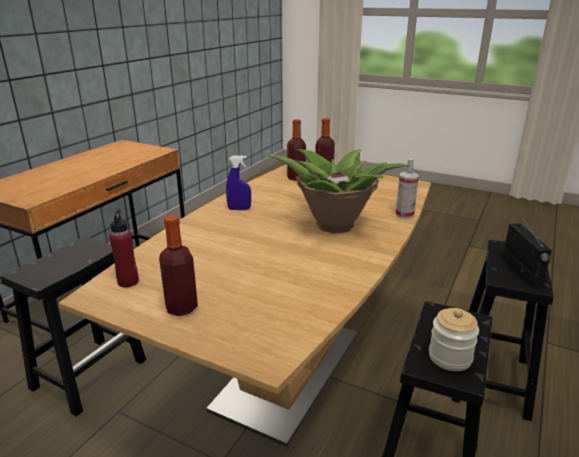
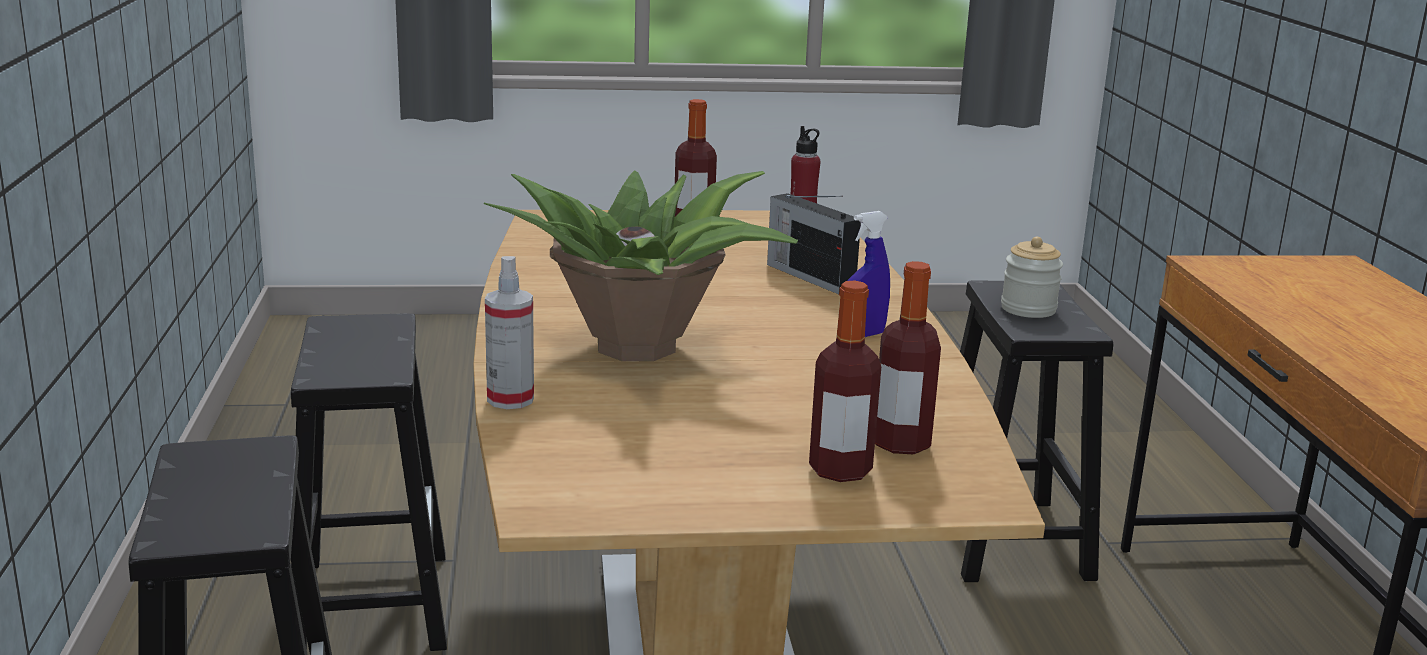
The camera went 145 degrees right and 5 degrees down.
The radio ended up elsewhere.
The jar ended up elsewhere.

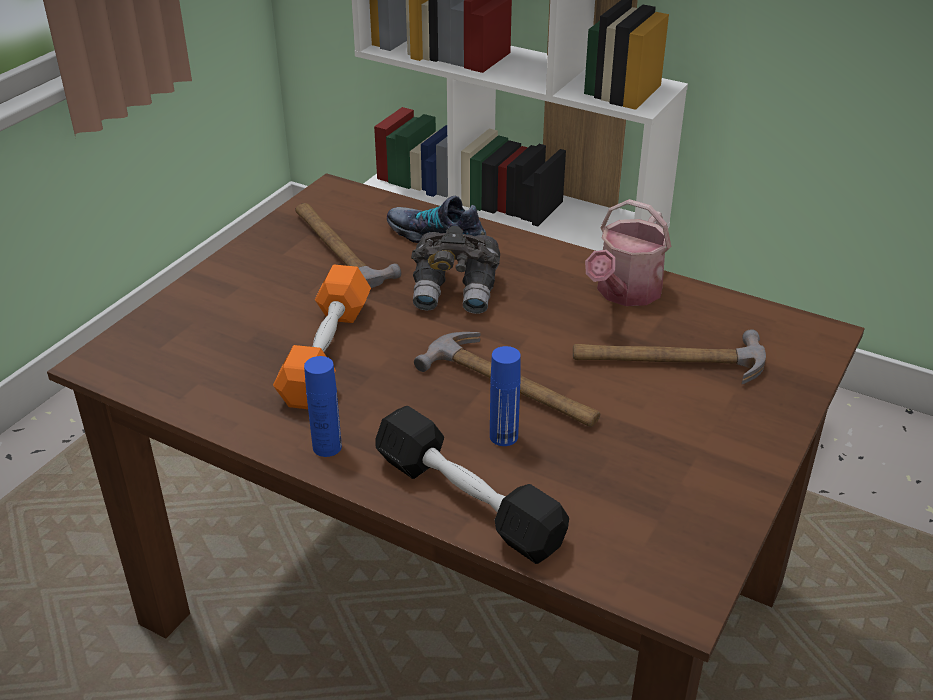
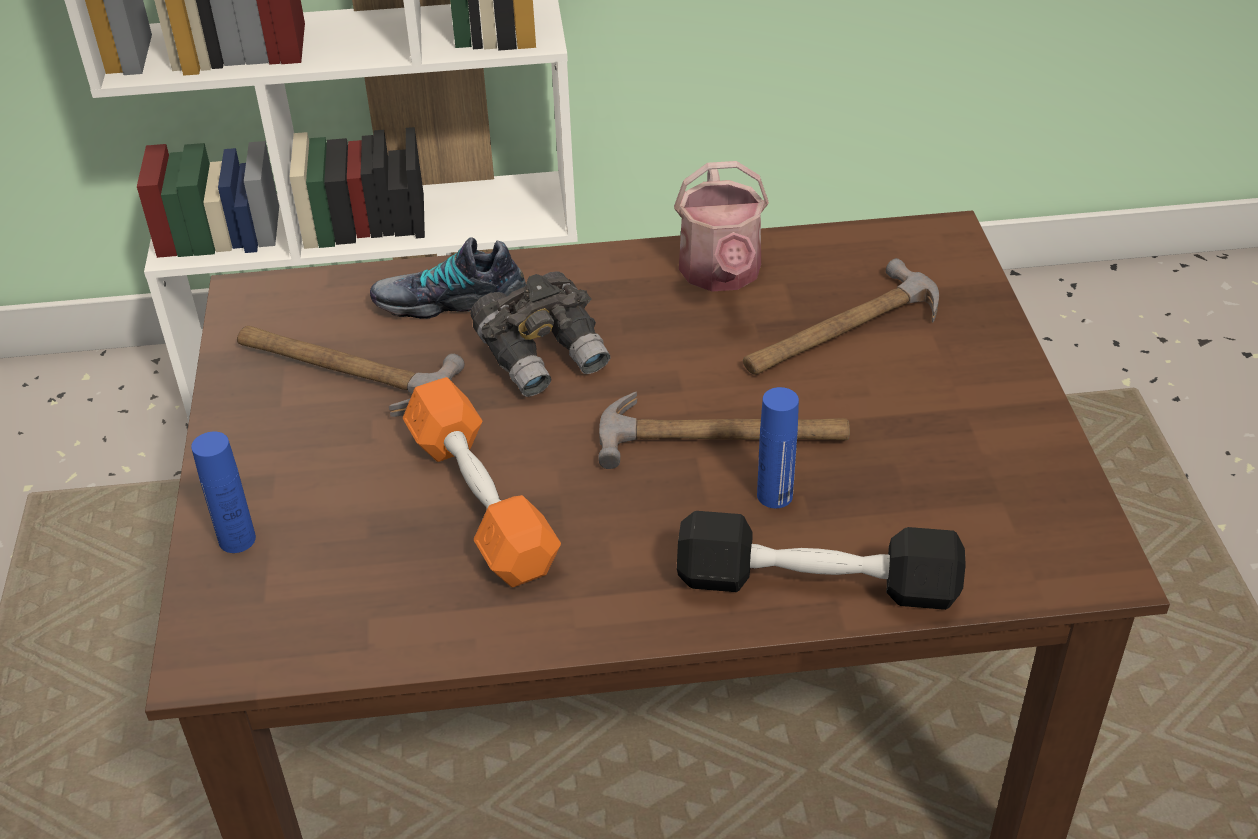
The camera went 35 degrees left and 5 degrees up.
The beverage bottle/blue (no. 1 from left) ended up elsewhere.

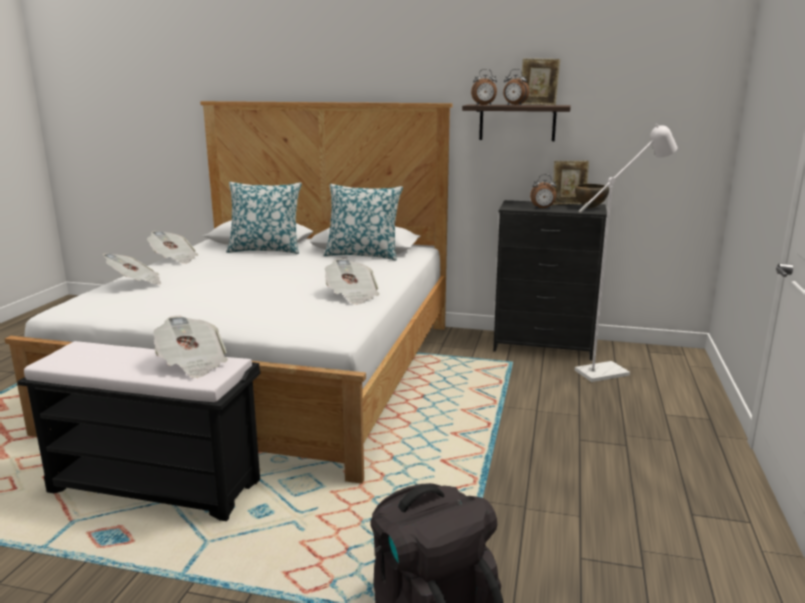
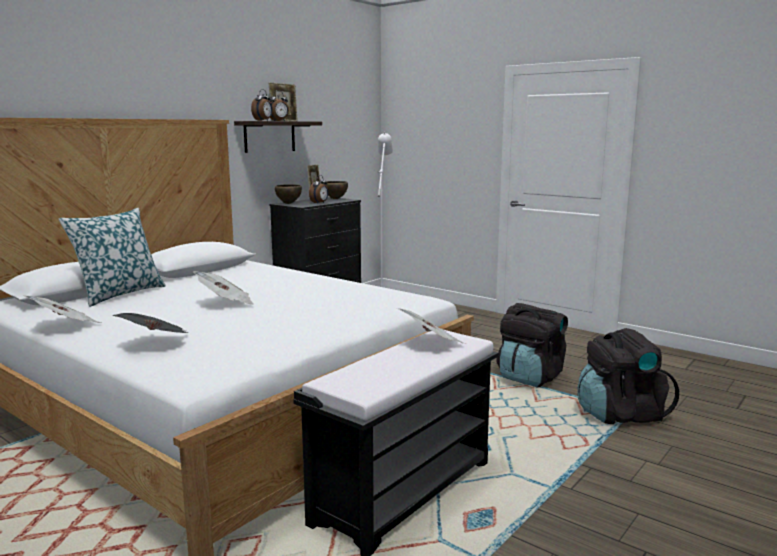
The camera went 65 degrees left and 5 degrees down.
The daily paper (no. 4 from left in the first image) ended up elsewhere.
The second view gained the serving bowl/brown (no. 1 from left).
The second view gained the backpack/black (no. 1 from left).
The second view lost the pillow (no. 2 from left).

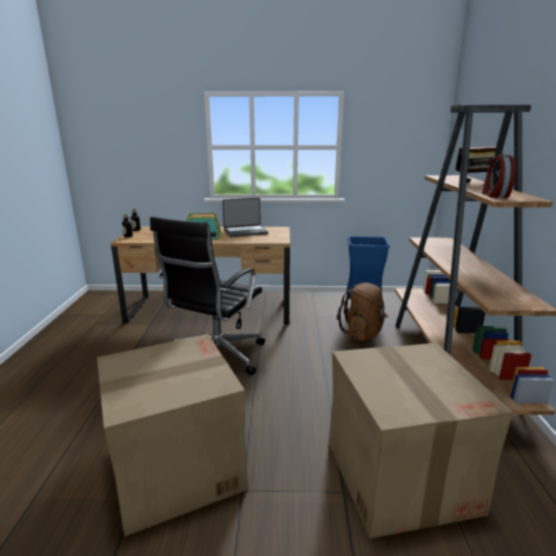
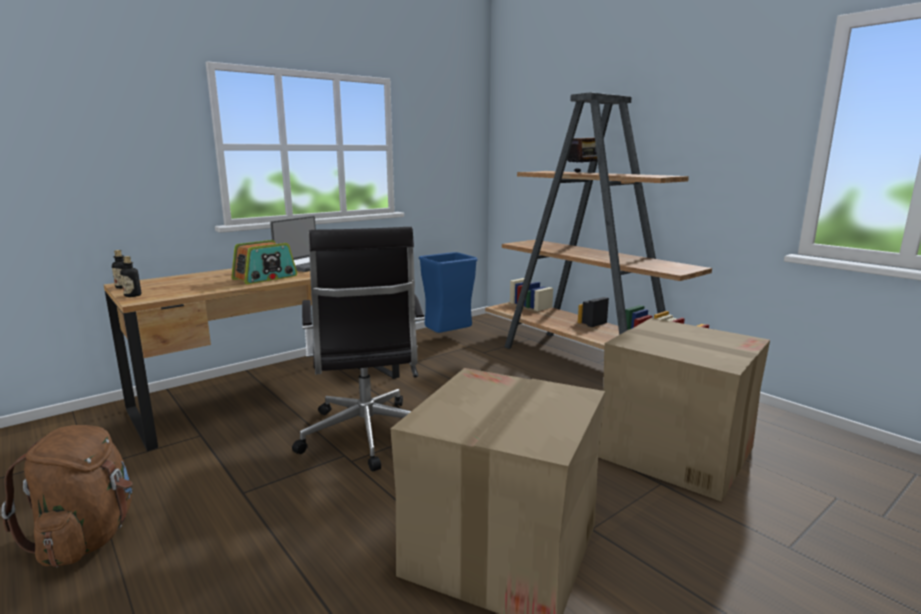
The camera went 40 degrees left and 5 degrees down.
The backpack/brown ended up elsewhere.
The second view lost the bedside clock.

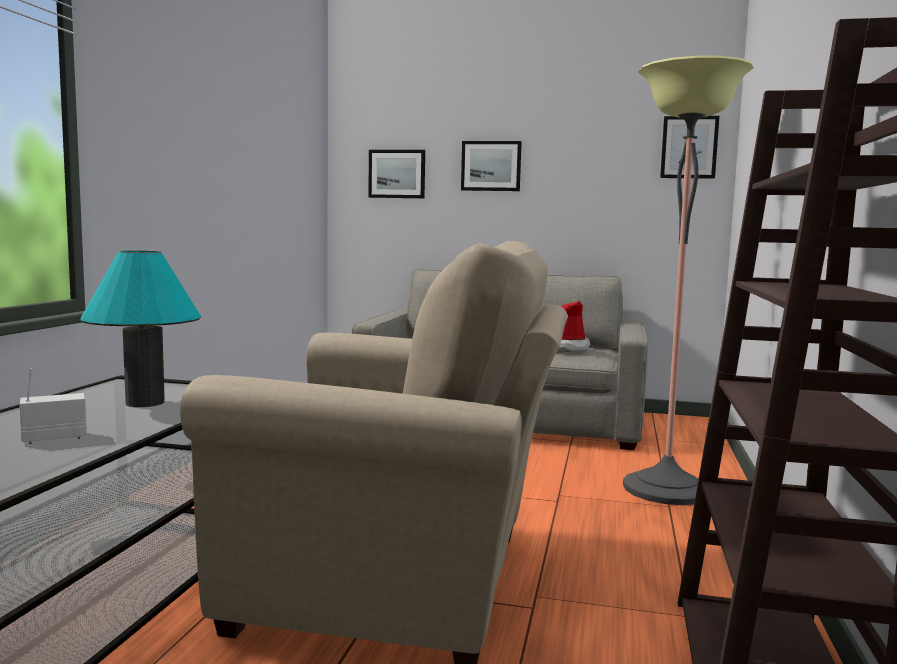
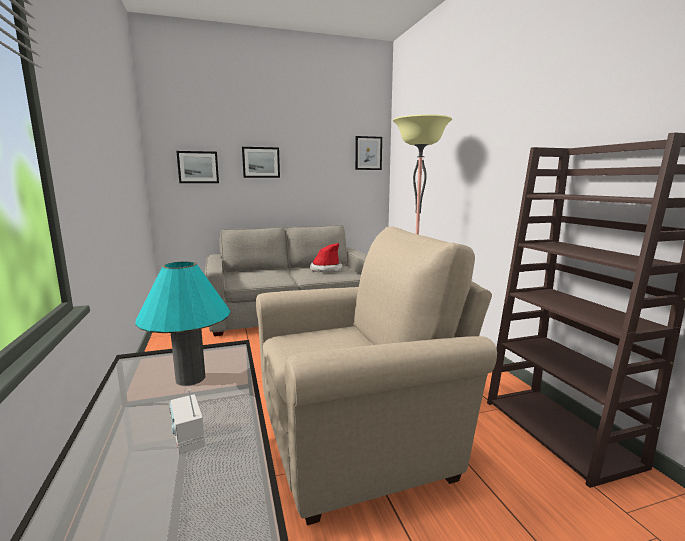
The camera went 30 degrees left and 5 degrees up.
The radio ended up facing another way, 60 degrees counterclockwise from before.

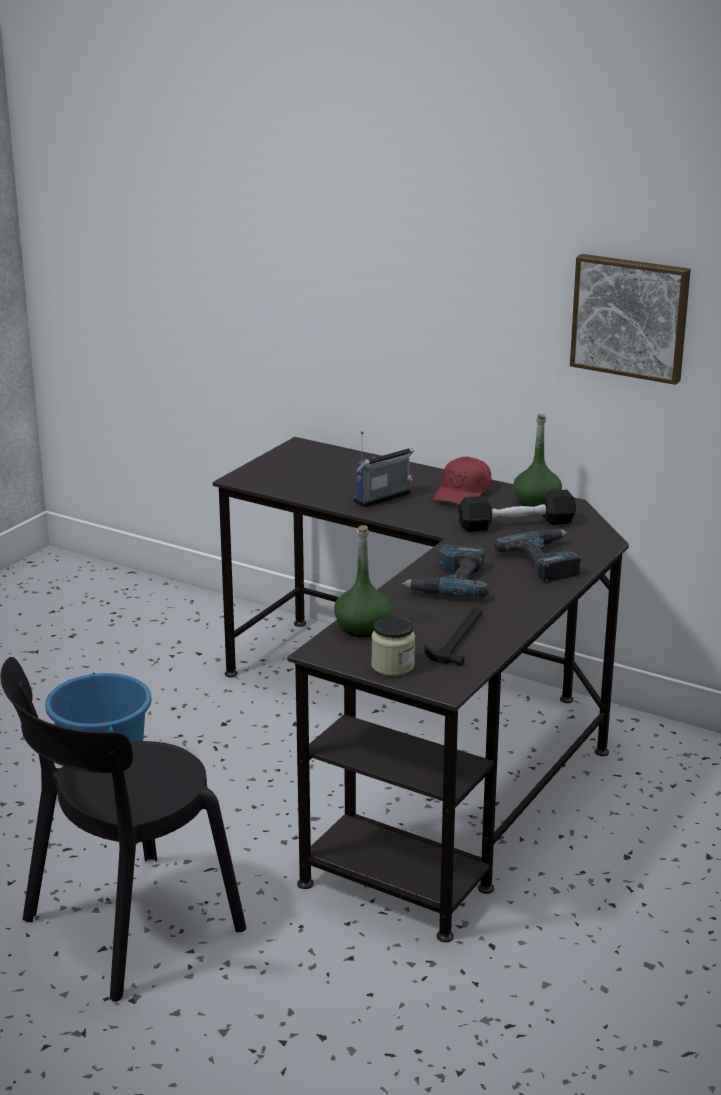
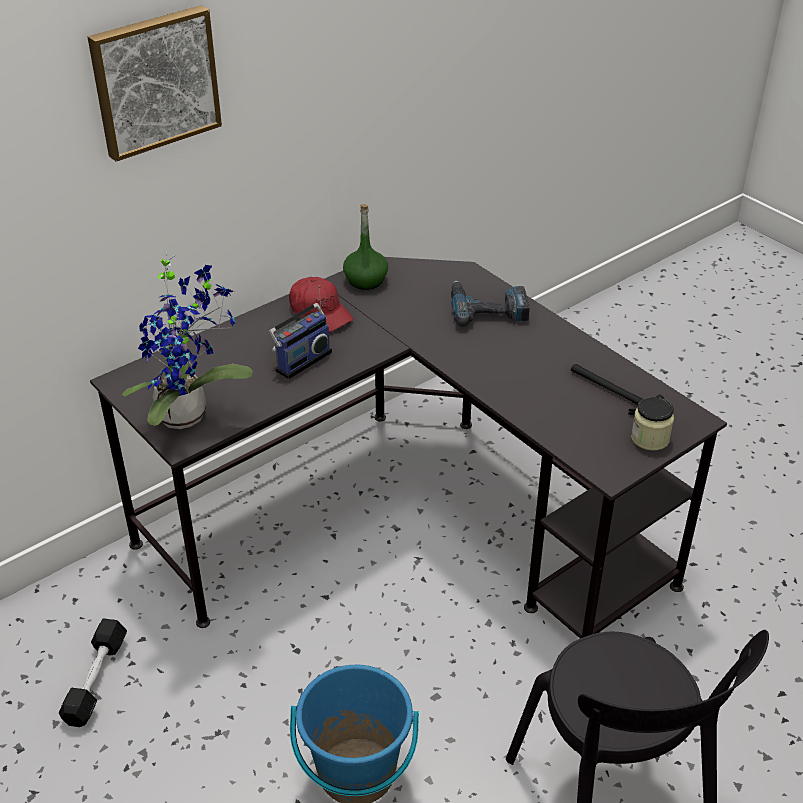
The camera went 70 degrees left and 15 degrees up.
The hand weight/black ended up elsewhere.
The wall art ended up elsewhere.
The second view gained the plant in a pot.
The radio ended up facing another way, 120 degrees counterclockwise from before.
The second view lost the beverage bottle/green-coloured (no. 1 from left).
The second view lost the drill (no. 1 from left).

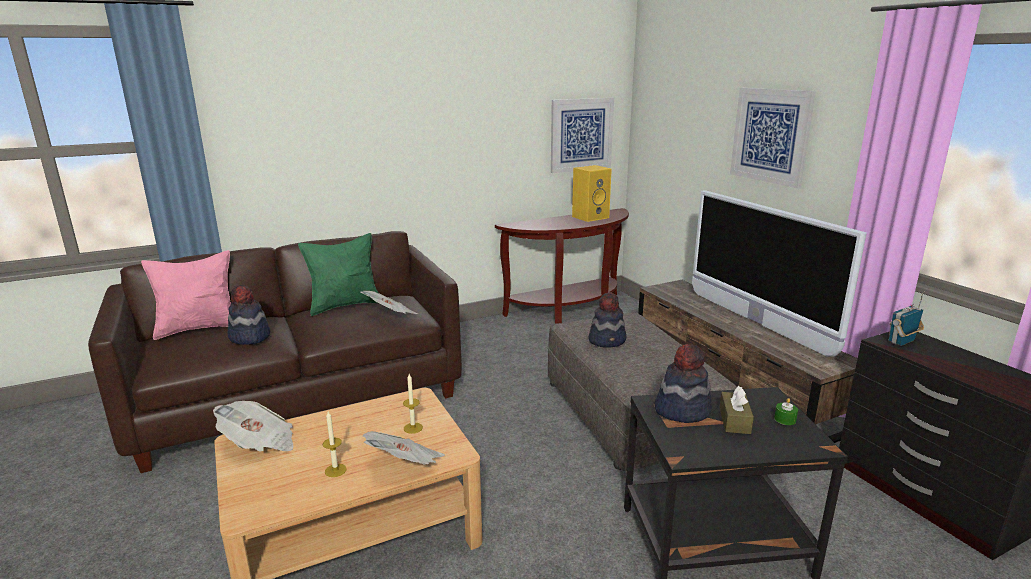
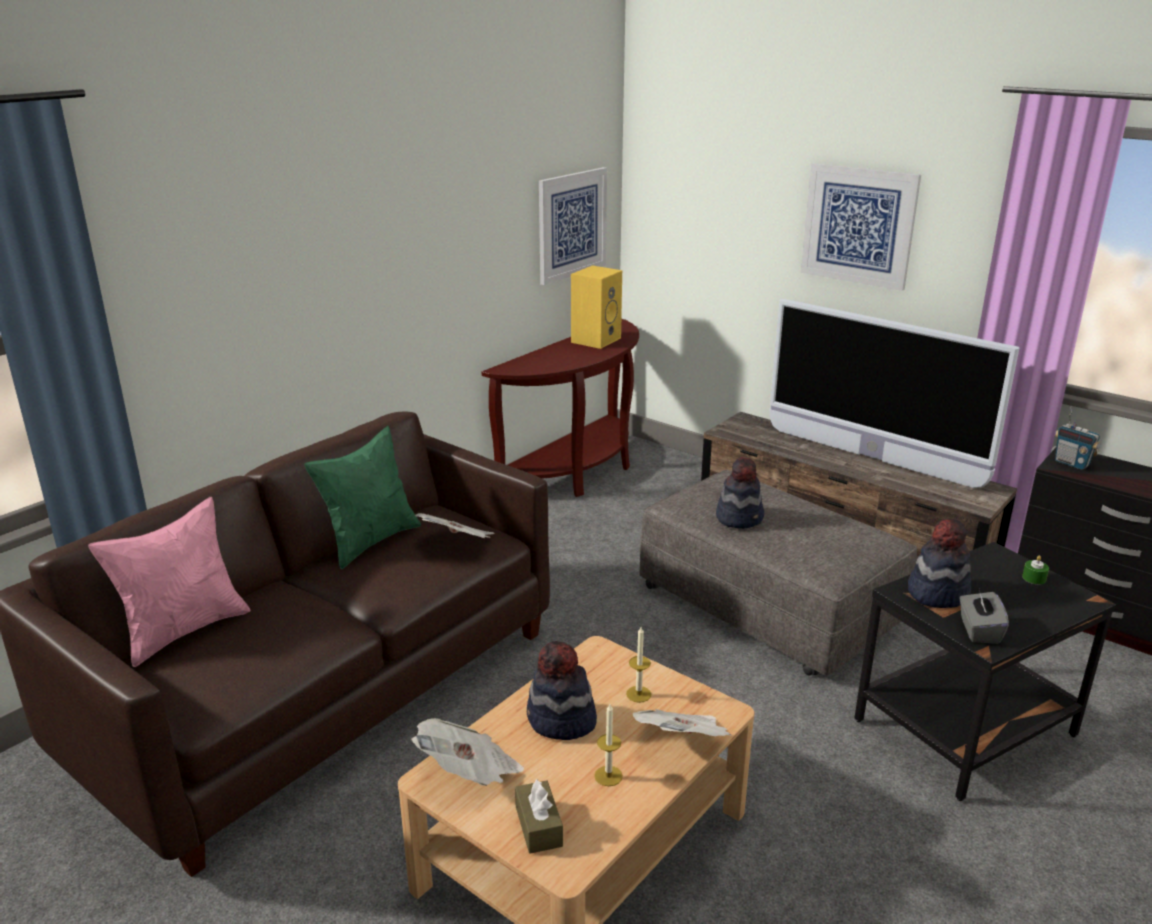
The camera went 25 degrees left and 5 degrees up.
The box of tissues/brown ended up elsewhere.
The clothing hat (no. 1 from left) ended up elsewhere.
The second view gained the box of tissues/greyish.
The radio ended up facing another way, 75 degrees counterclockwise from before.

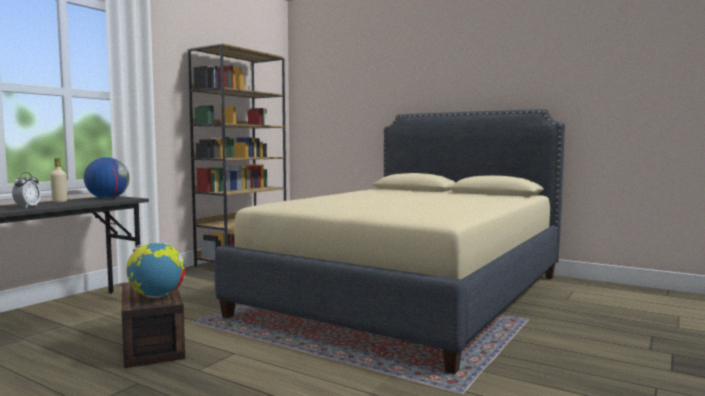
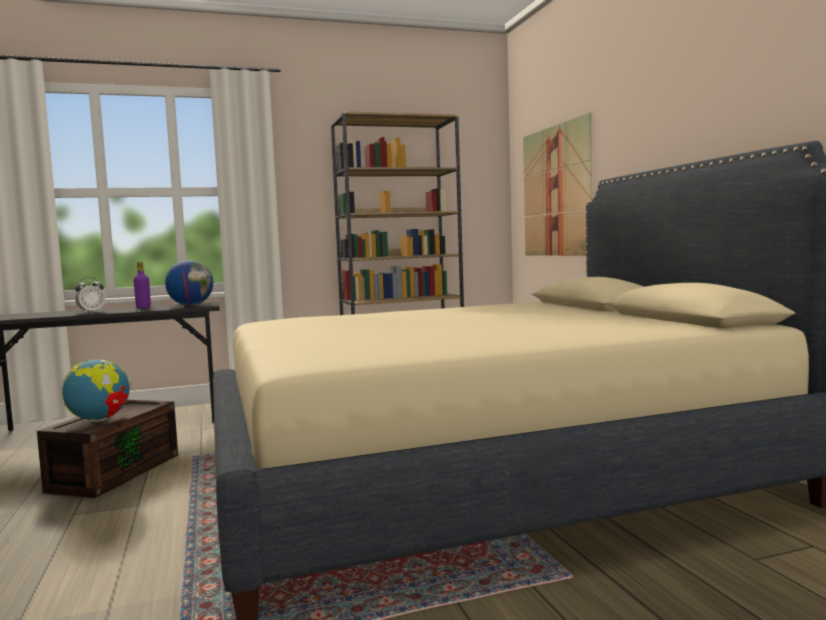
The camera went 40 degrees right and 0 degrees up.
What was the beverage bottle/beige turned into the beverage bottle/purplish.
The second view gained the wall art.

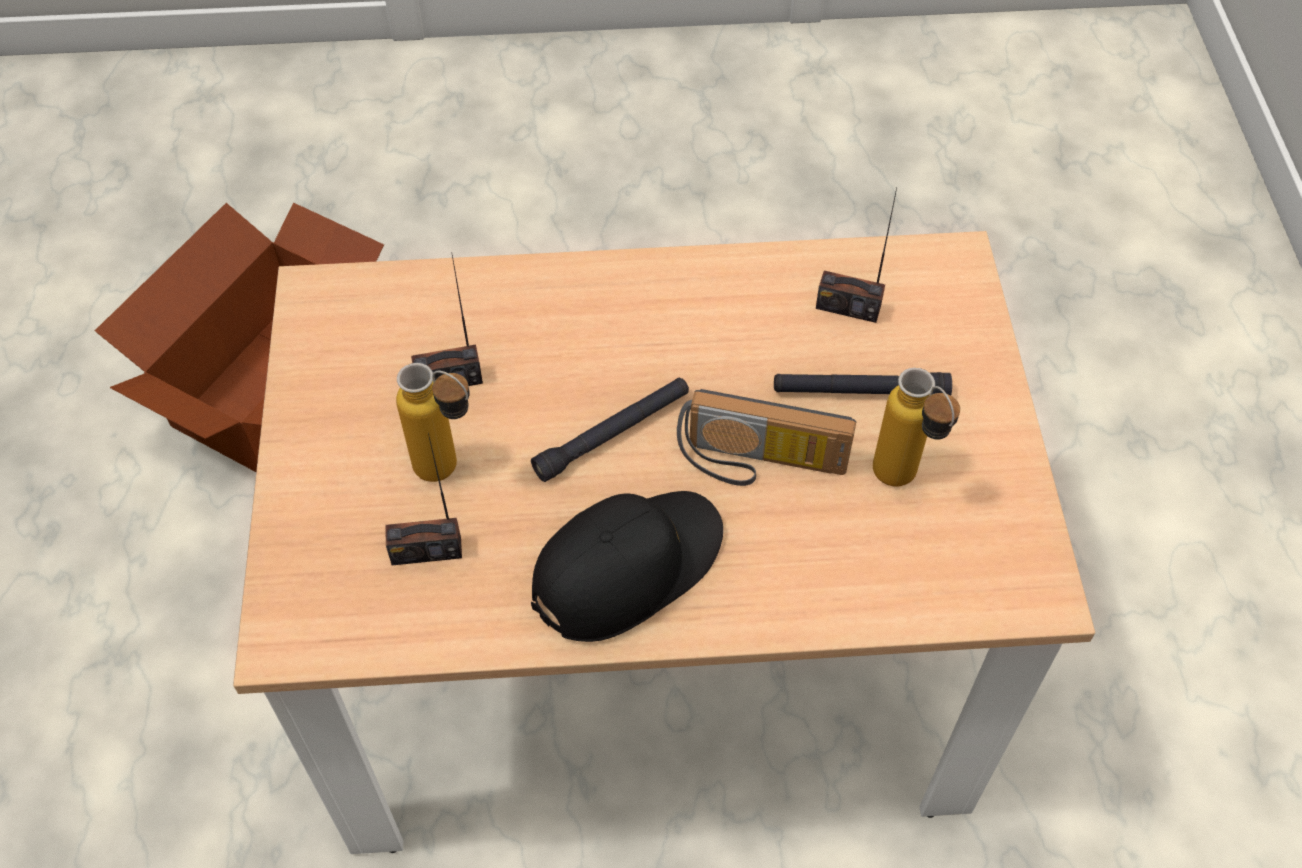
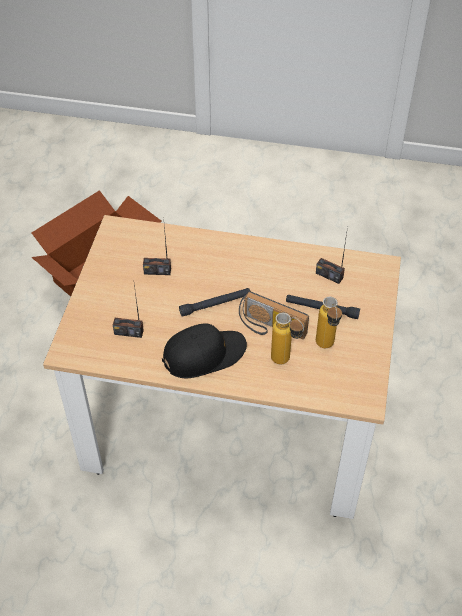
The camera went 15 degrees right and 5 degrees down.
The beverage bottle (no. 1 from left) ended up elsewhere.

